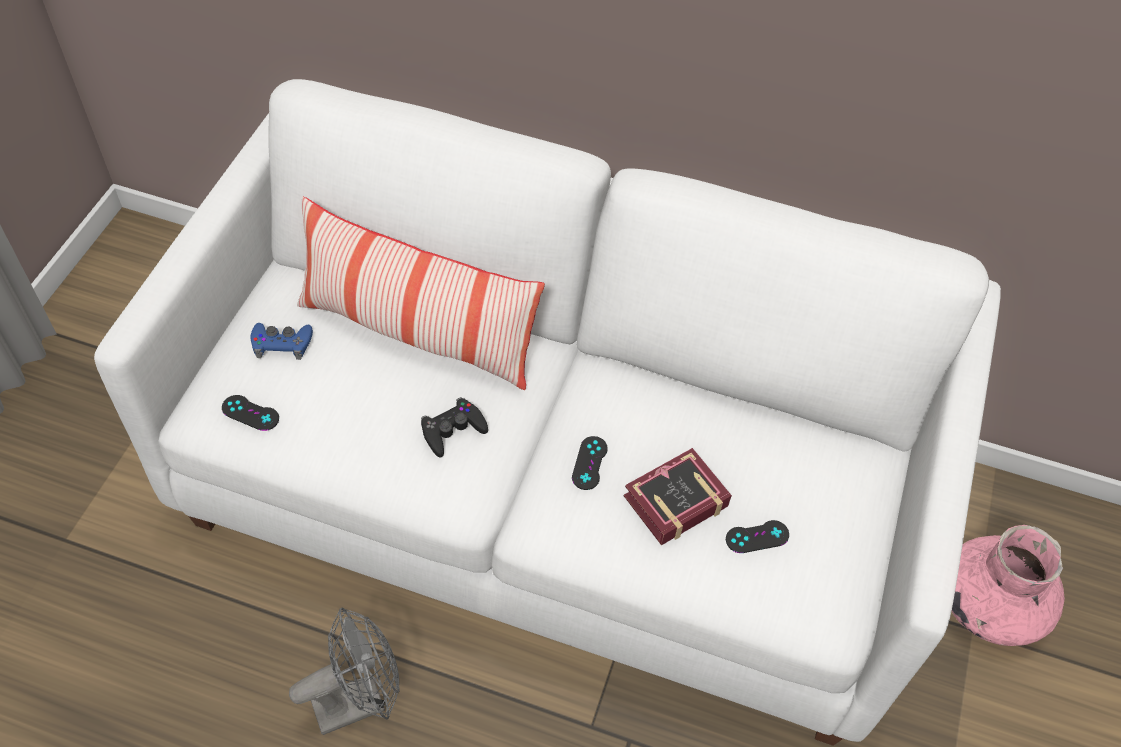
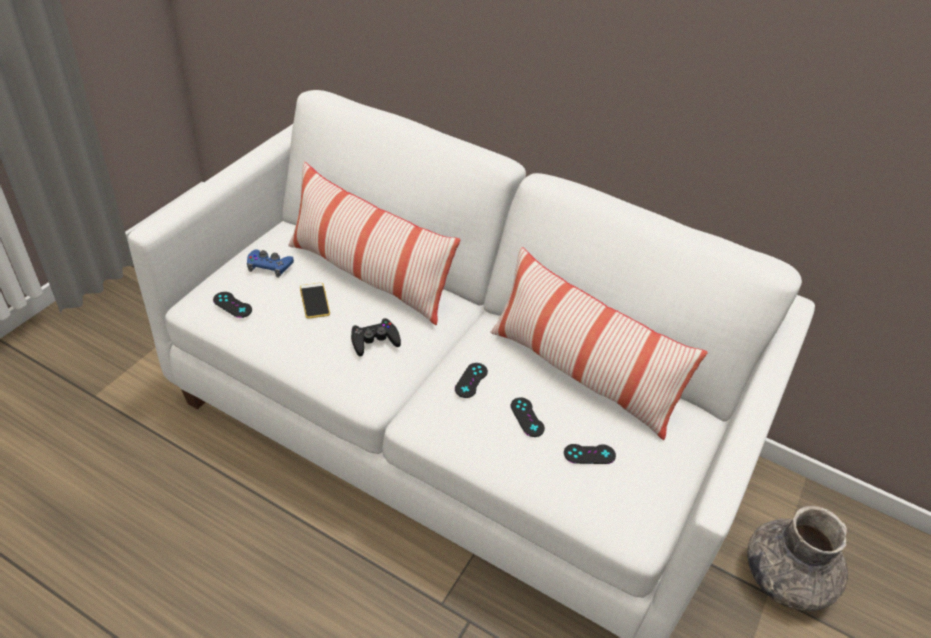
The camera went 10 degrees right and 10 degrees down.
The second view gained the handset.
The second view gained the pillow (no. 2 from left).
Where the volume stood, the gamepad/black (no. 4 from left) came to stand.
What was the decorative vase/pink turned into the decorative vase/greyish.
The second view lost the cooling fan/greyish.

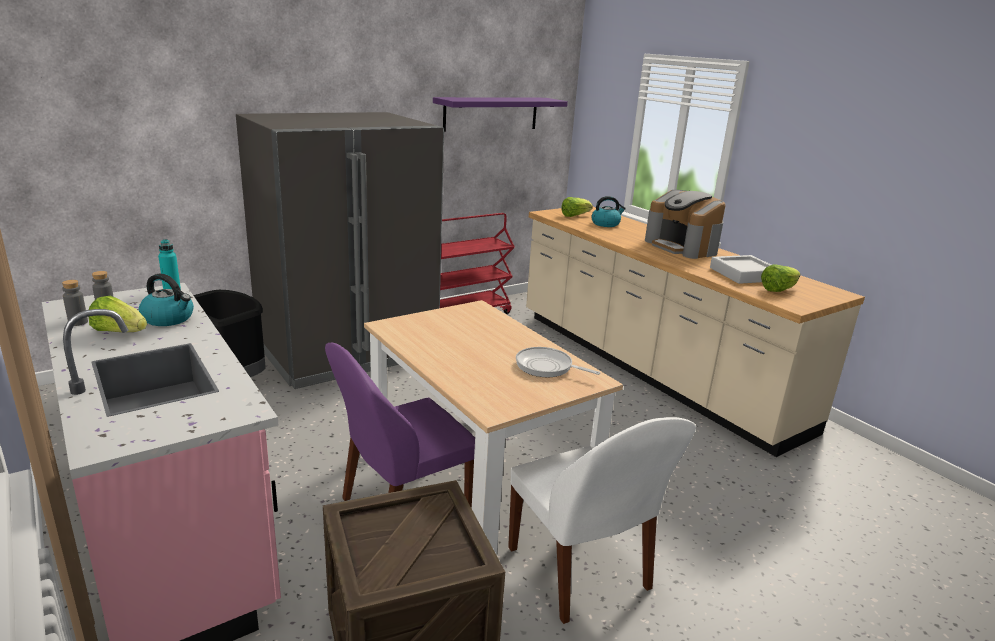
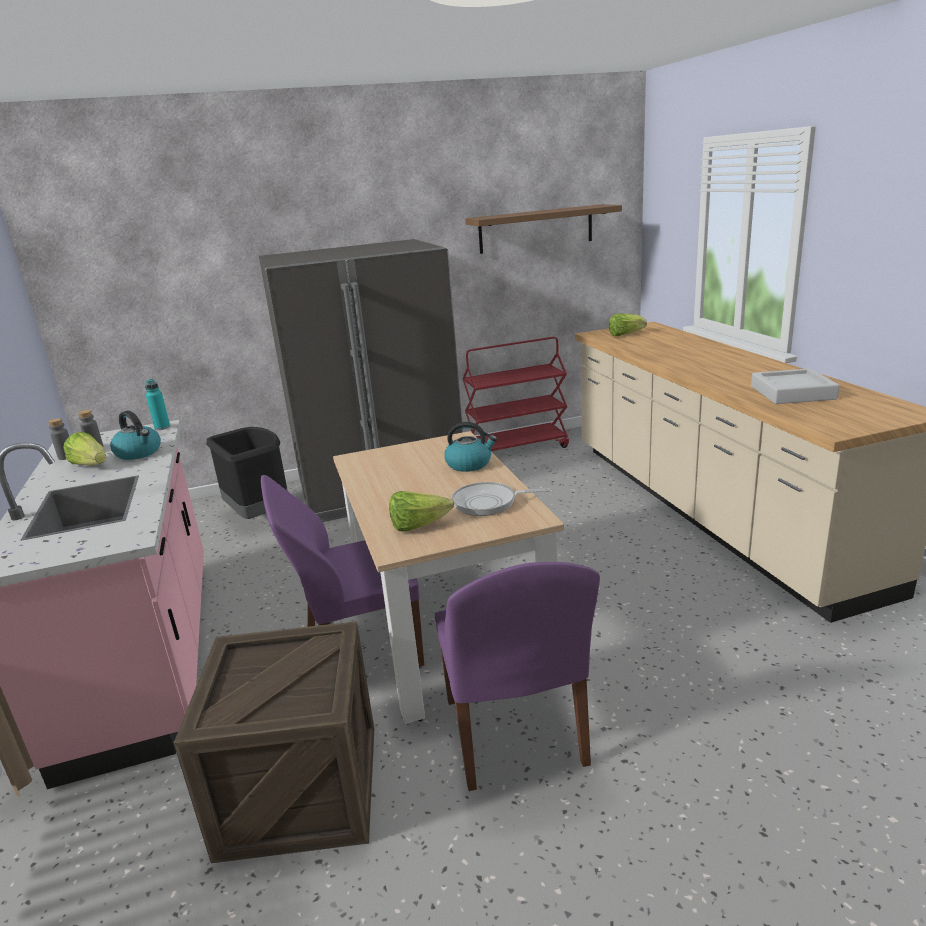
The camera went 20 degrees right and 0 degrees up.
The lettuce (no. 3 from left in the first image) ended up elsewhere.
What was the chair/white-coloured turned into the chair/purplish (no. 2 from left).
The water kettle (no. 2 from left) ended up elsewhere.
The frying pan ended up facing another way, 45 degrees counterclockwise from before.
What was the bracket shelf/purplish turned into the bracket shelf/brown.
The second view lost the coffee machine.

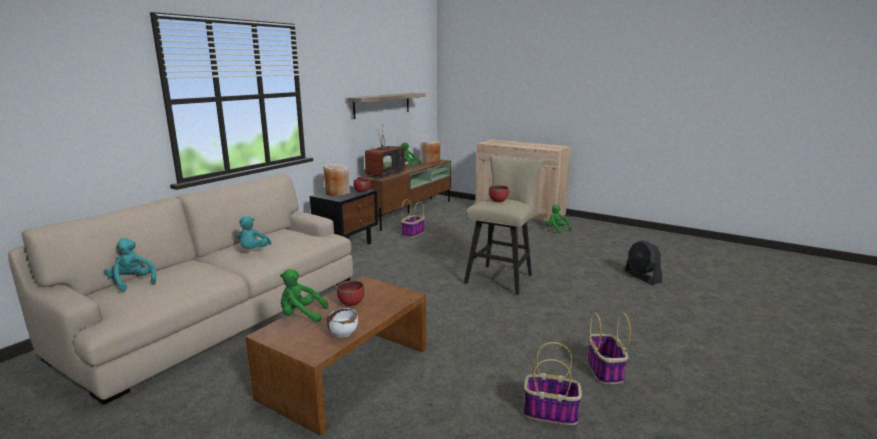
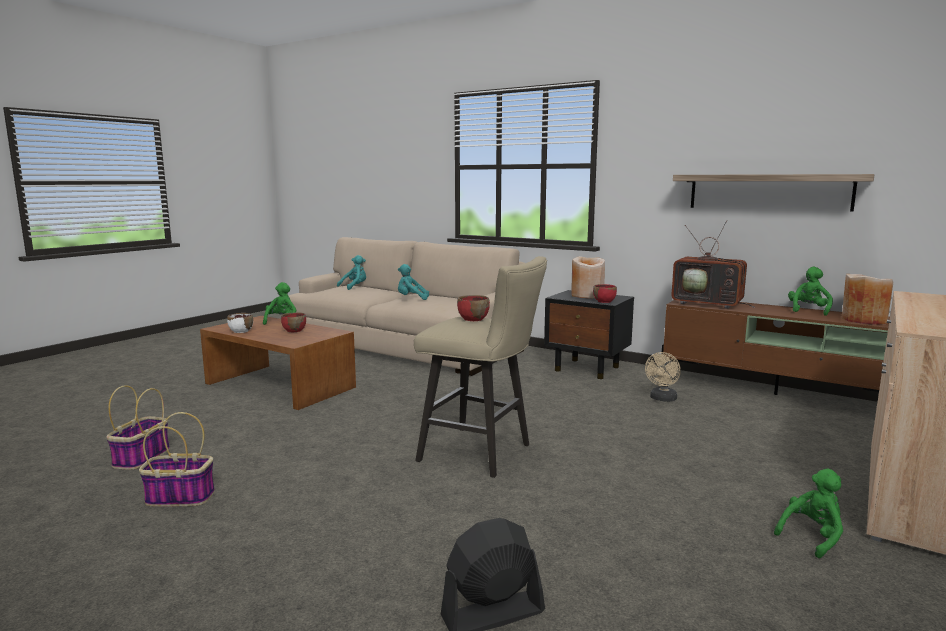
The camera went 90 degrees right and 5 degrees down.
Where the basket (no. 1 from left) stood, the cooling fan/beige came to stand.

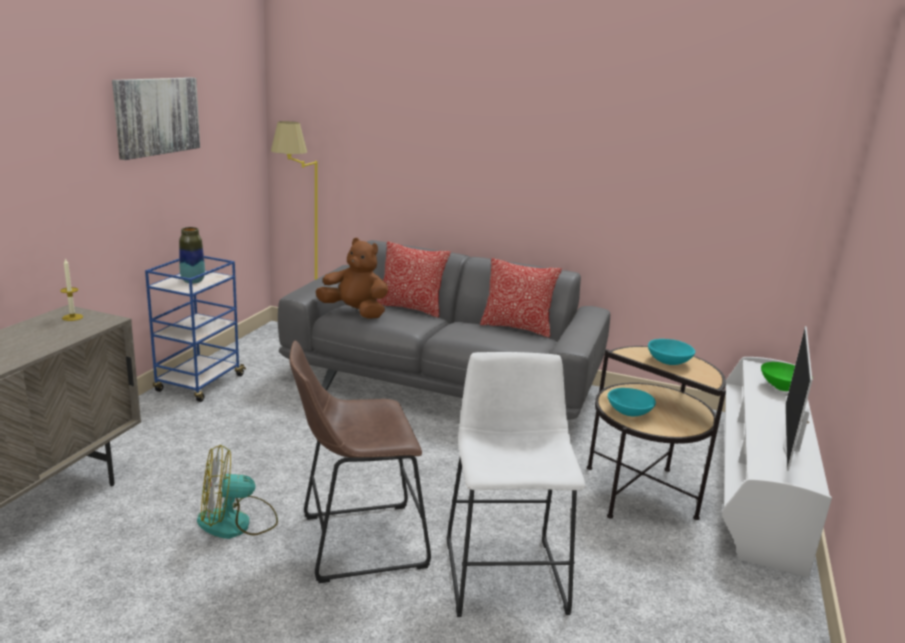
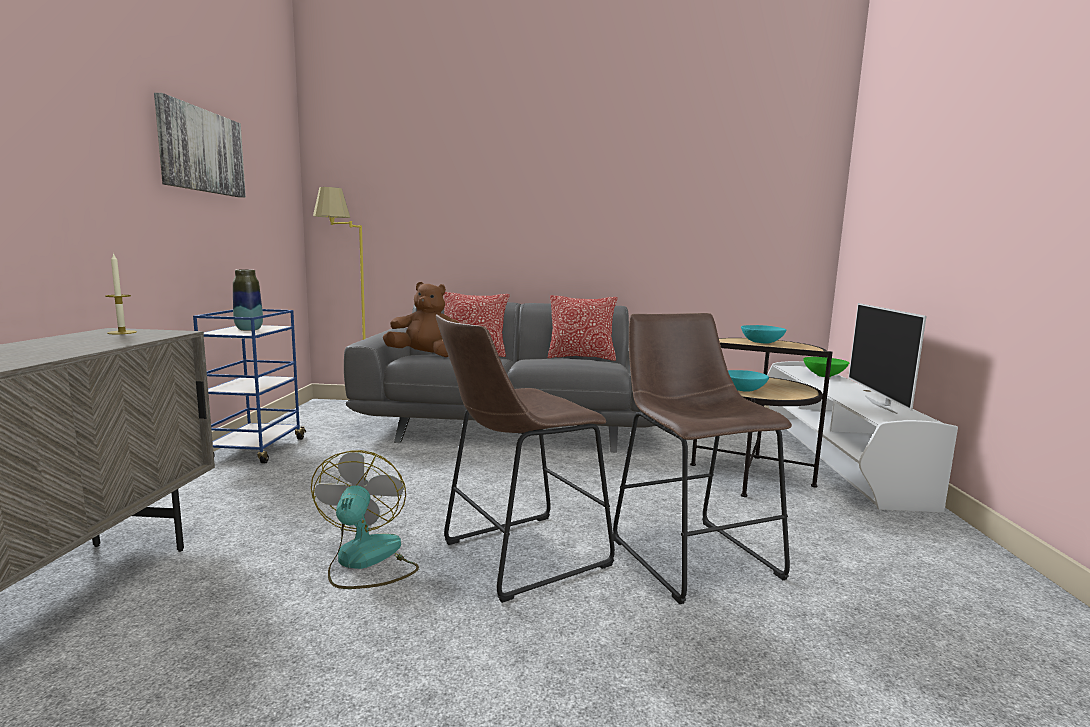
The camera went 15 degrees left and 10 degrees down.
The cooling fan ended up facing another way, 120 degrees clockwise from before.
What was the stool seat/white-coloured turned into the stool seat/brown (no. 2 from left).

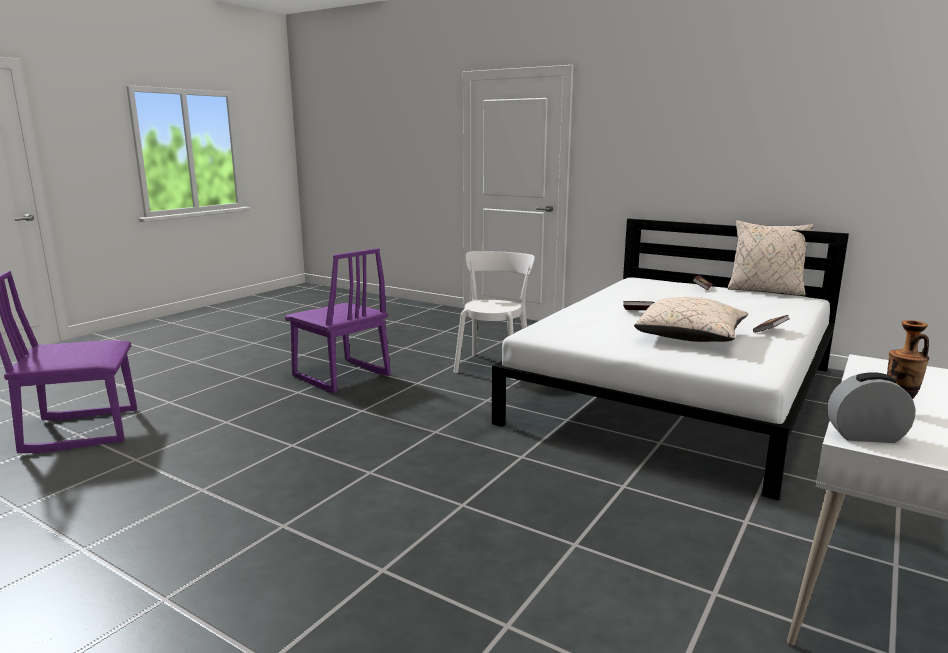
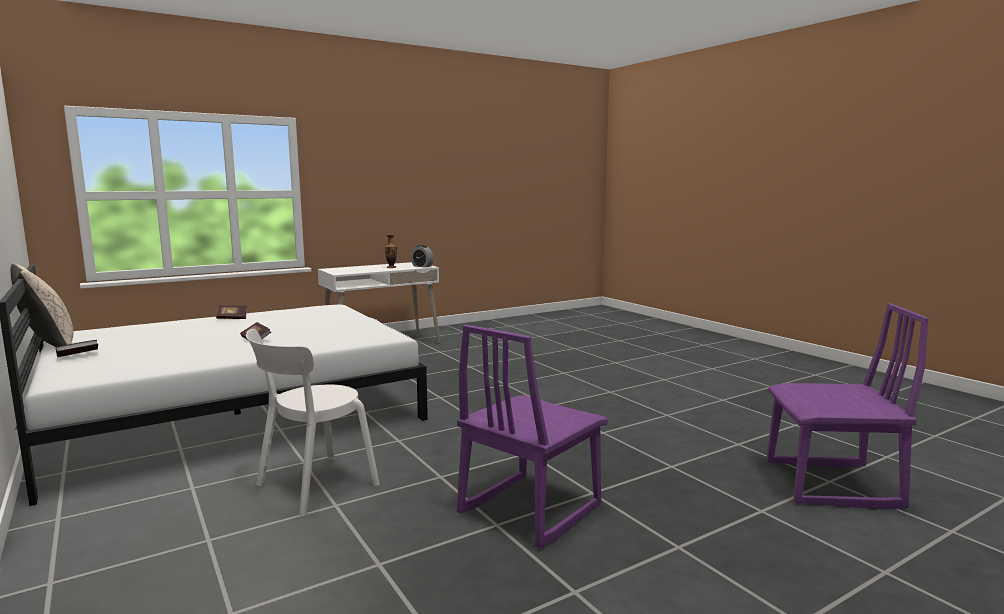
The camera went 155 degrees left and 5 degrees down.
The chair/purplish (no. 2 from left in the first image) ended up facing another way, 120 degrees counterclockwise from before.
The second view lost the pillow/beige (no. 1 from left).

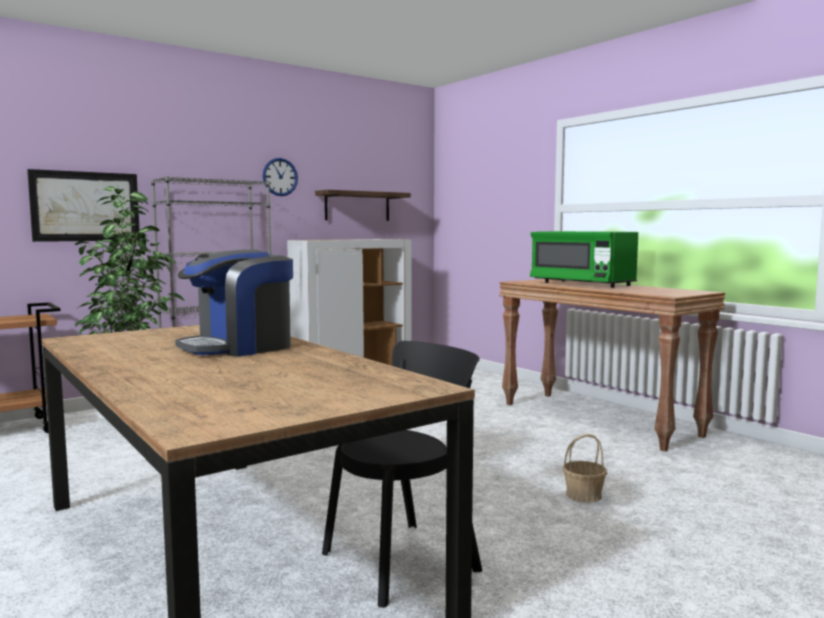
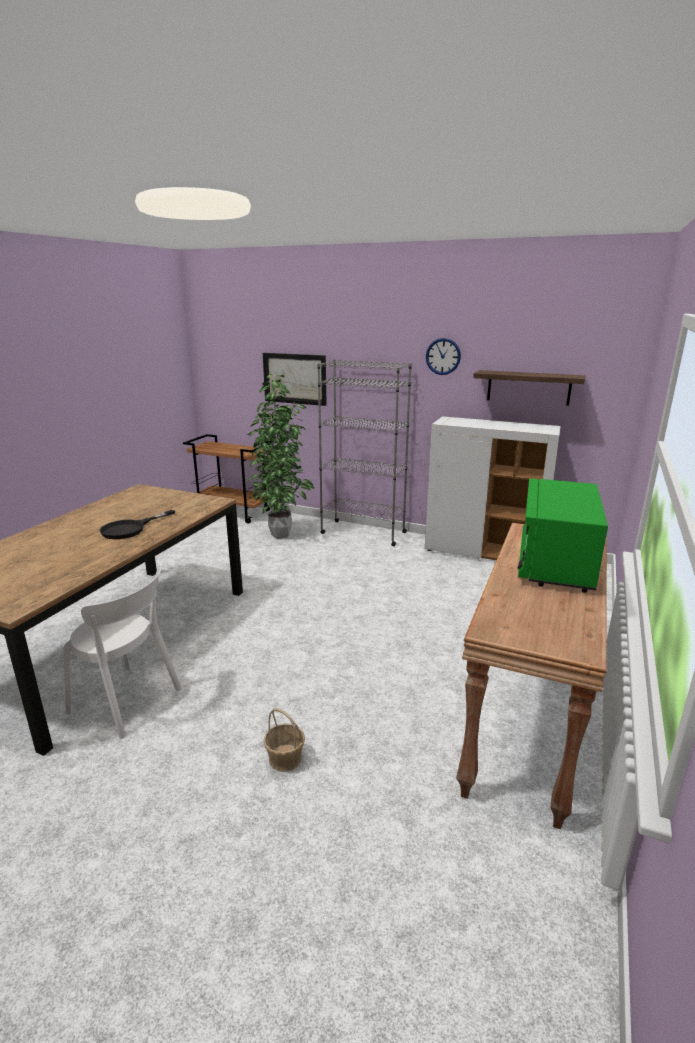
The camera went 60 degrees right and 15 degrees up.
What was the chair/black turned into the chair/white-coloured.
Where the coffee machine stood, the frying pan/black came to stand.

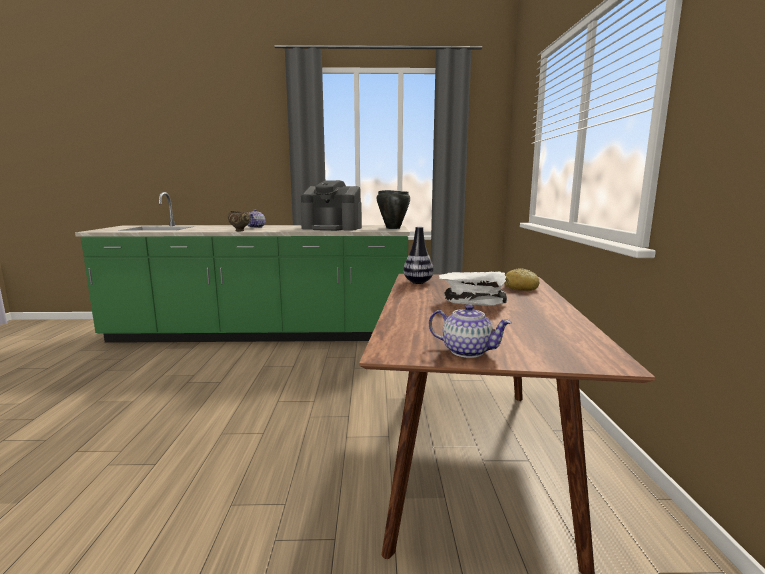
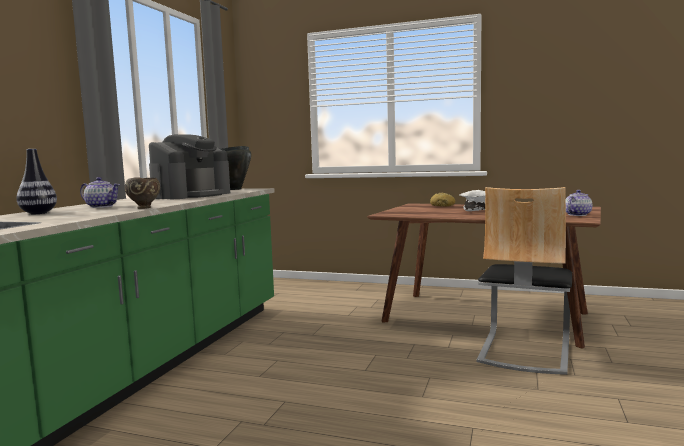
The camera went 70 degrees left and 5 degrees down.
The decorative vase ended up elsewhere.
The second view gained the chair.

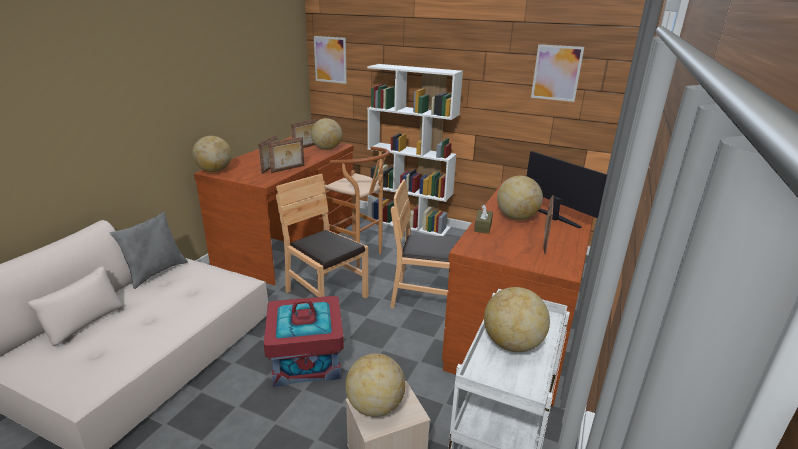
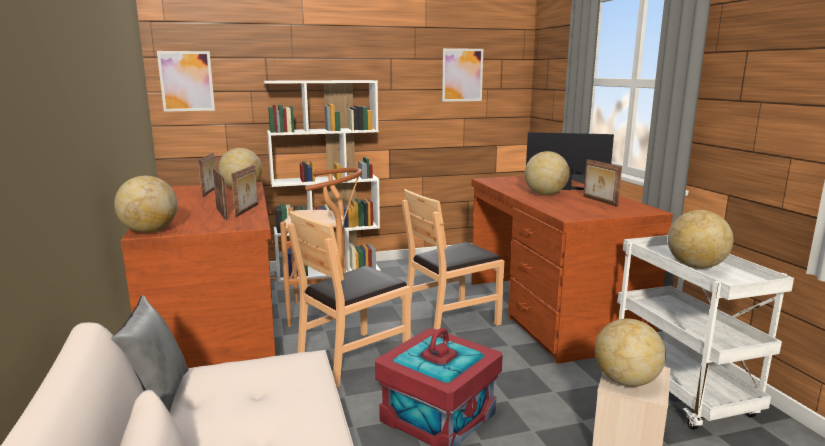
The camera went 40 degrees left and 10 degrees down.
The chair/brown (no. 1 from left) ended up facing another way, 45 degrees counterclockwise from before.
The second view lost the box of tissues/brown.

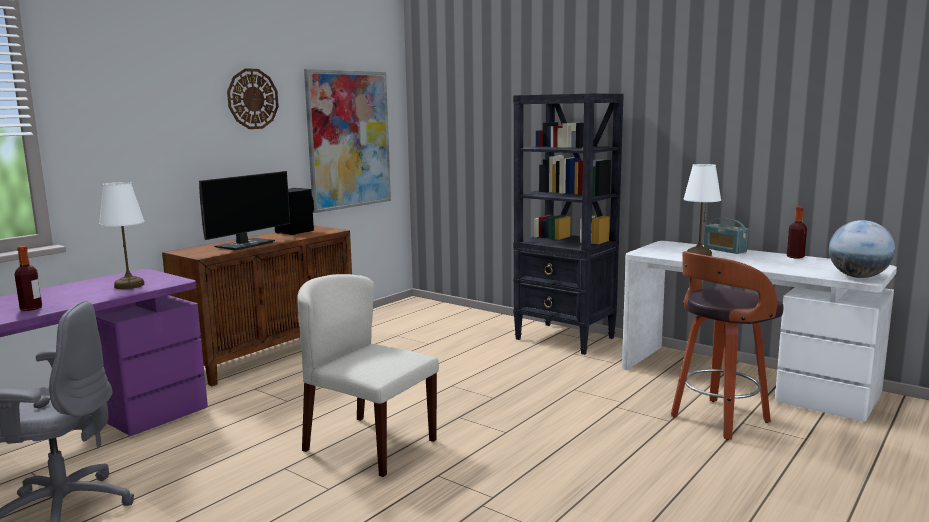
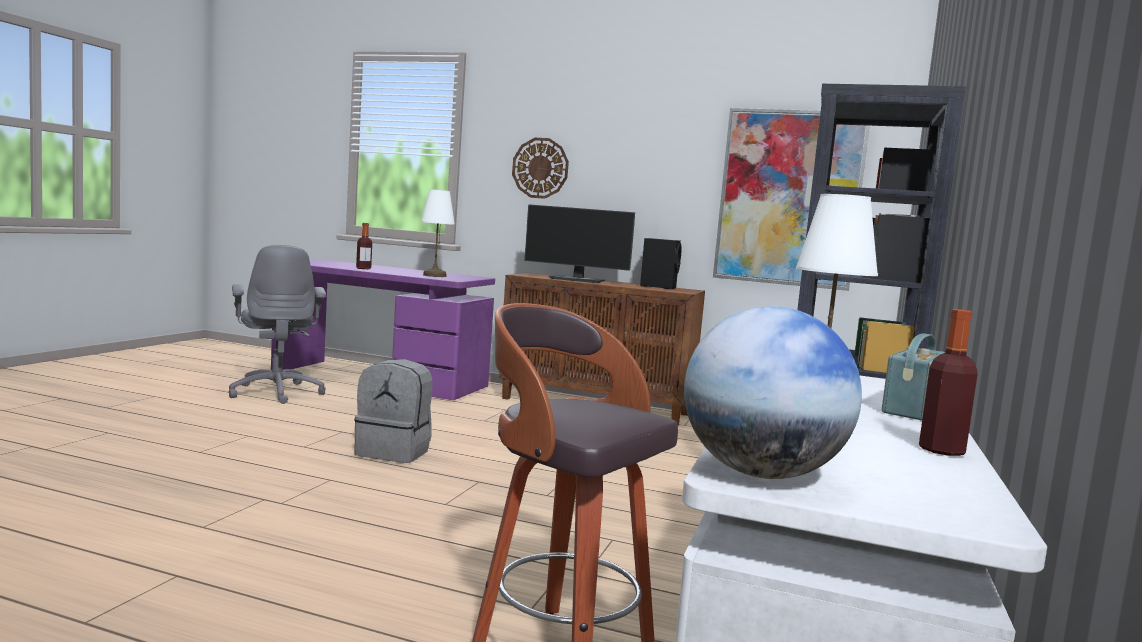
The camera went 70 degrees right and 5 degrees down.
Where the chair/beige stood, the backpack/greyish came to stand.
The wall clock ended up elsewhere.

